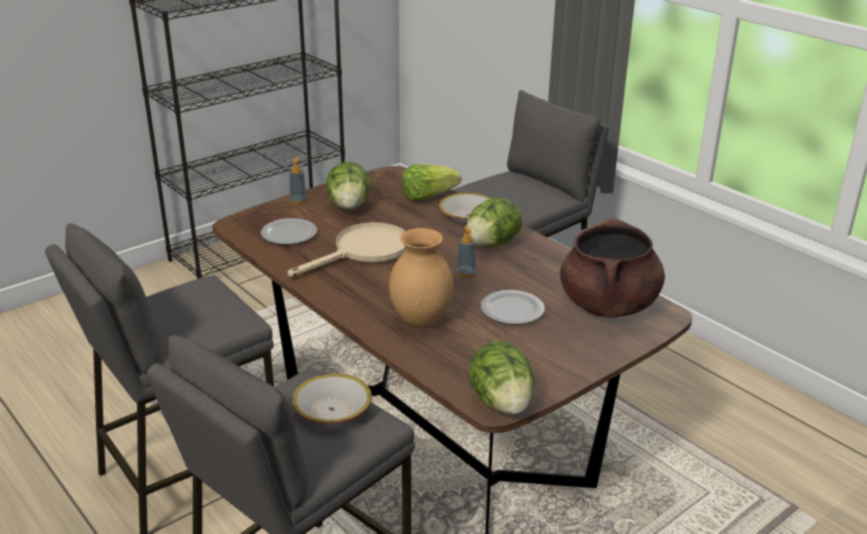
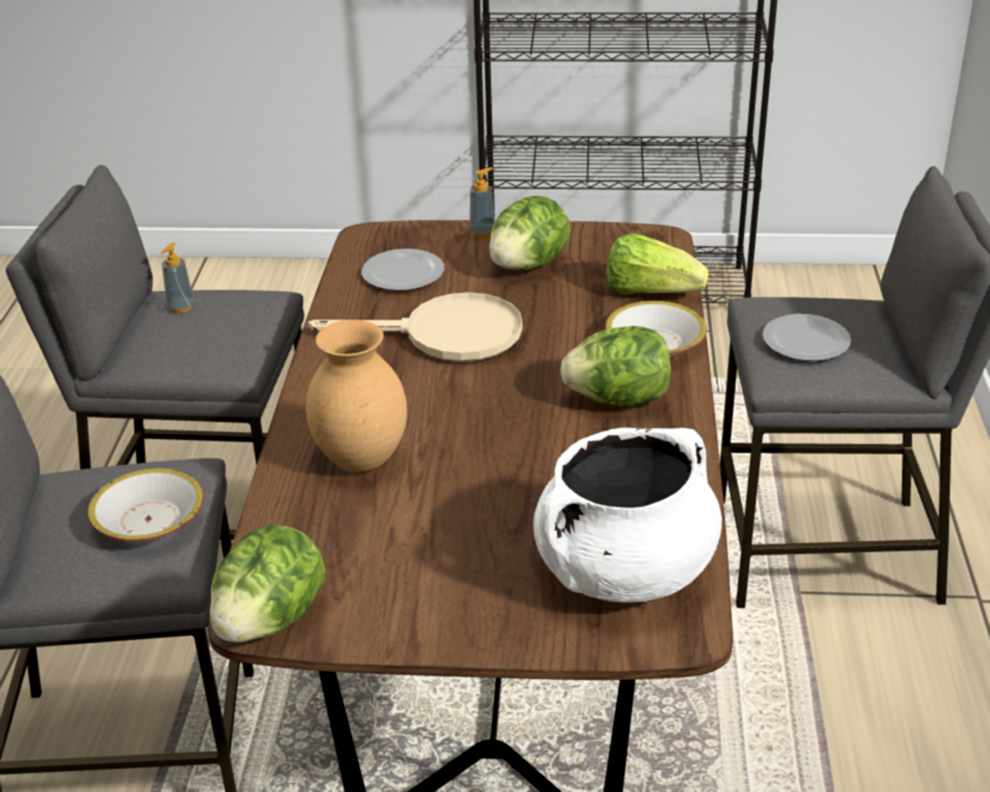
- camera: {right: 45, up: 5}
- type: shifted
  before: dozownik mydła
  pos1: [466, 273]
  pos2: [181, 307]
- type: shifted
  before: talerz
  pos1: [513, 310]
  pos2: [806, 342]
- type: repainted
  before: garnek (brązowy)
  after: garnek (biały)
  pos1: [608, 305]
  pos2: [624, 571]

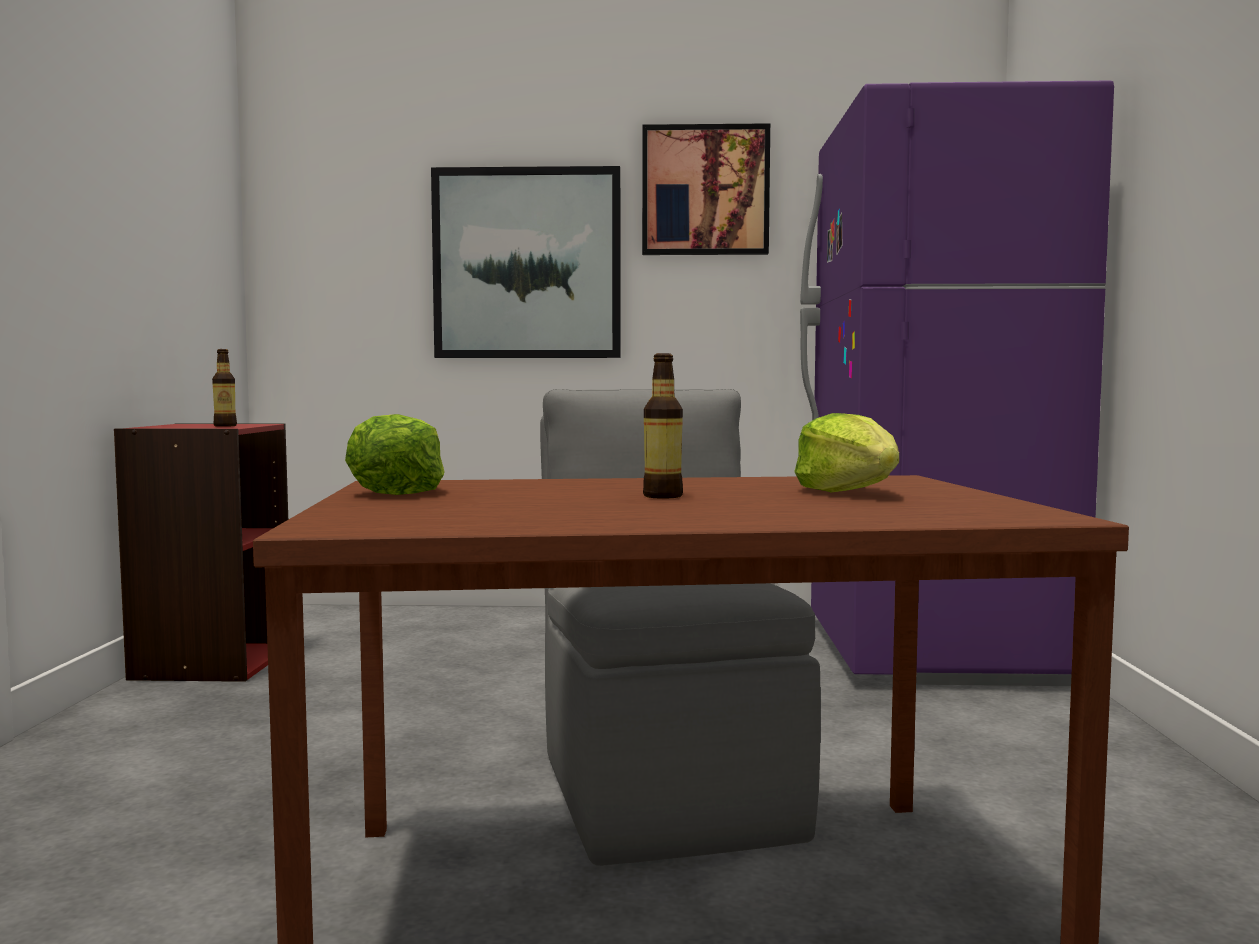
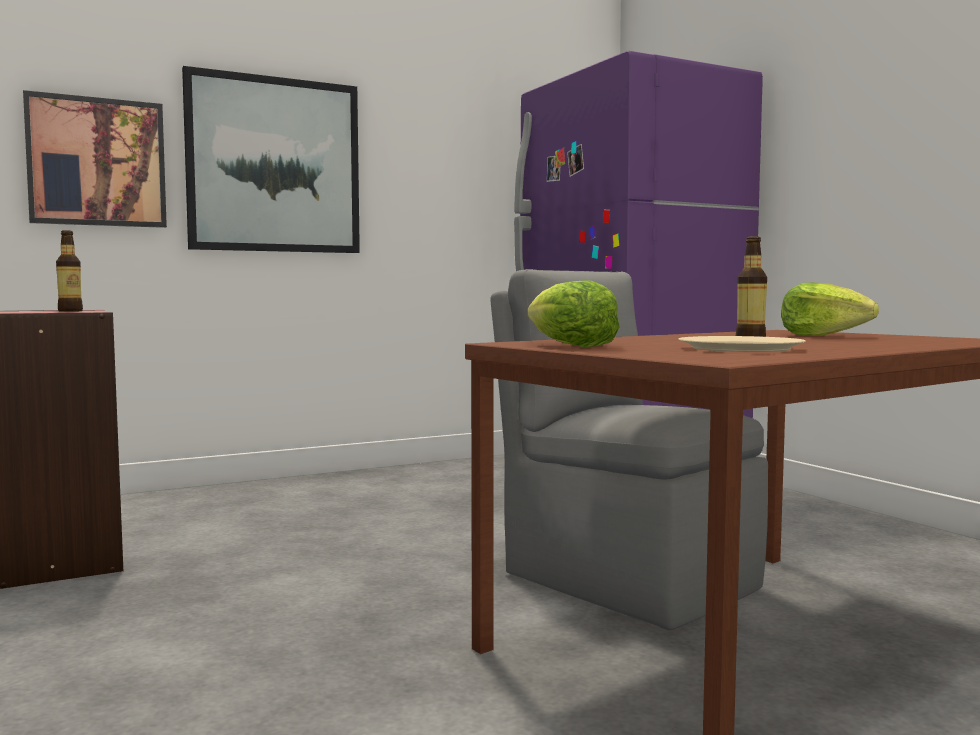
- camera: {right: -30, up: 0}
- type: shifted
  before: obraz
  pos1: [705, 191]
  pos2: [97, 162]
- type: new
  after: talerz (beżowy)
  pos2: [740, 348]

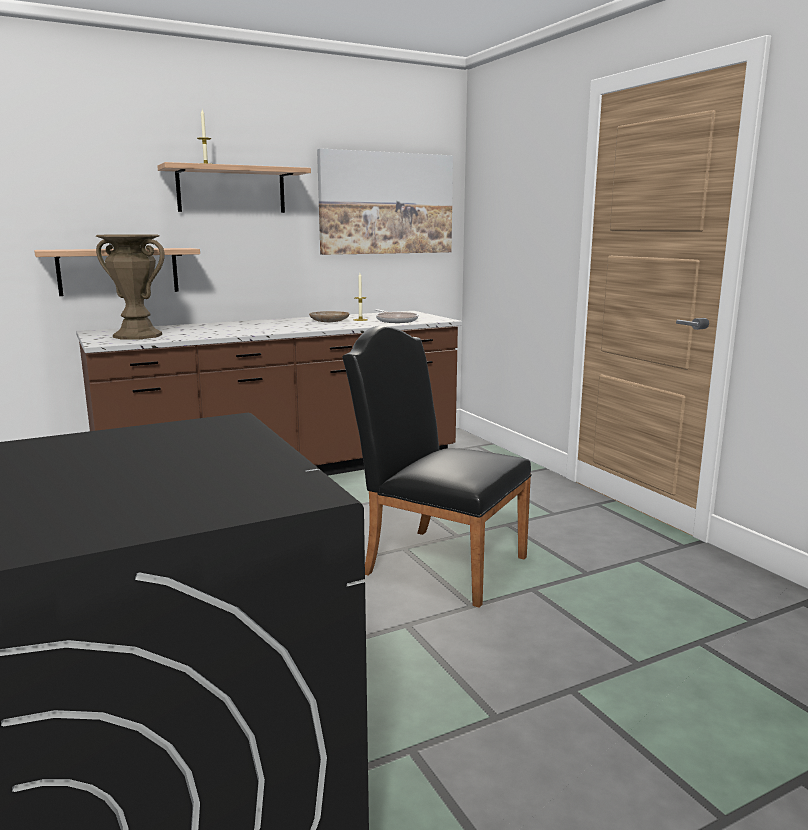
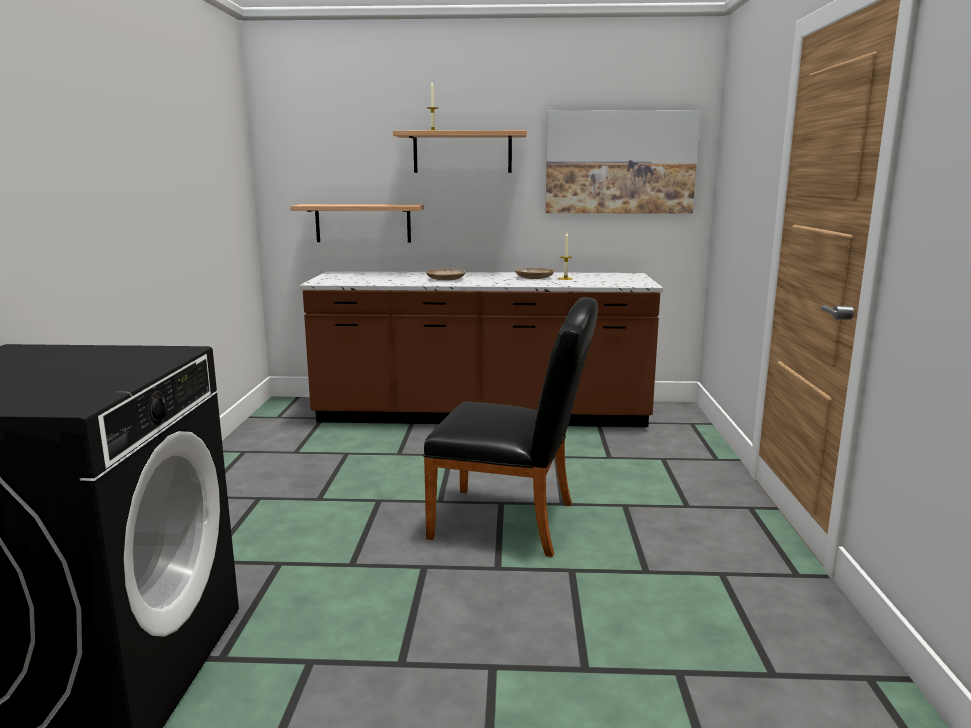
- camera: {right: 30, up: 0}
- type: gone
  before: wazon (brązowy)
  pos1: [138, 336]
- type: rotated
  before: krzesło (czarny)
  pos1: [436, 562]
  pos2: [513, 522]
  turn: 135
- type: gone
  before: patelnia
  pos1: [395, 320]
- type: new
  after: talerz (beżowy)
  pos2: [446, 279]

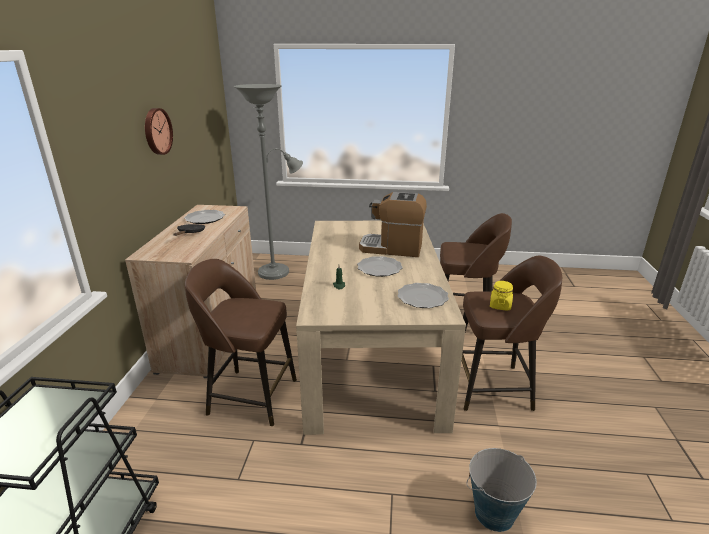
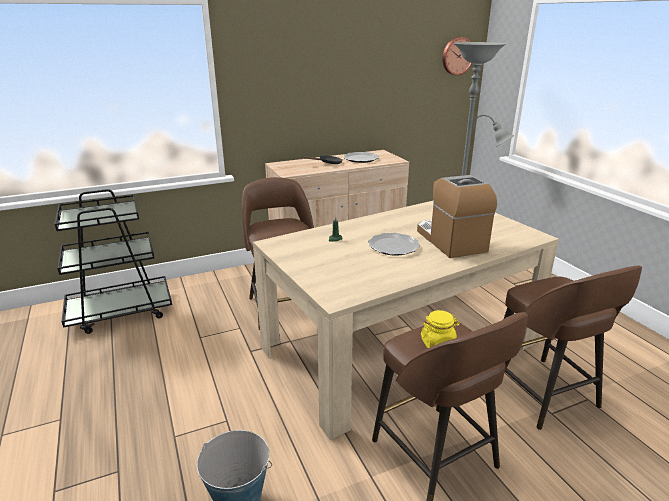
- camera: {right: 60, up: 0}
- type: shifted
  before: zegar ścienny
  pos1: [156, 131]
  pos2: [457, 56]
- type: gone
  before: talerz
  pos1: [422, 298]

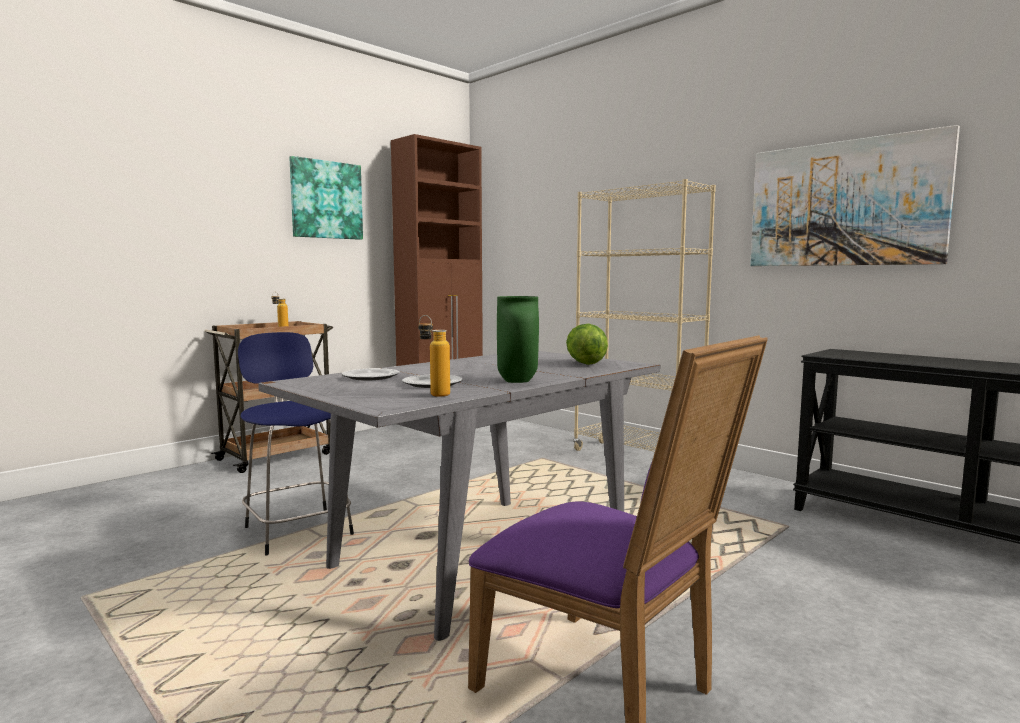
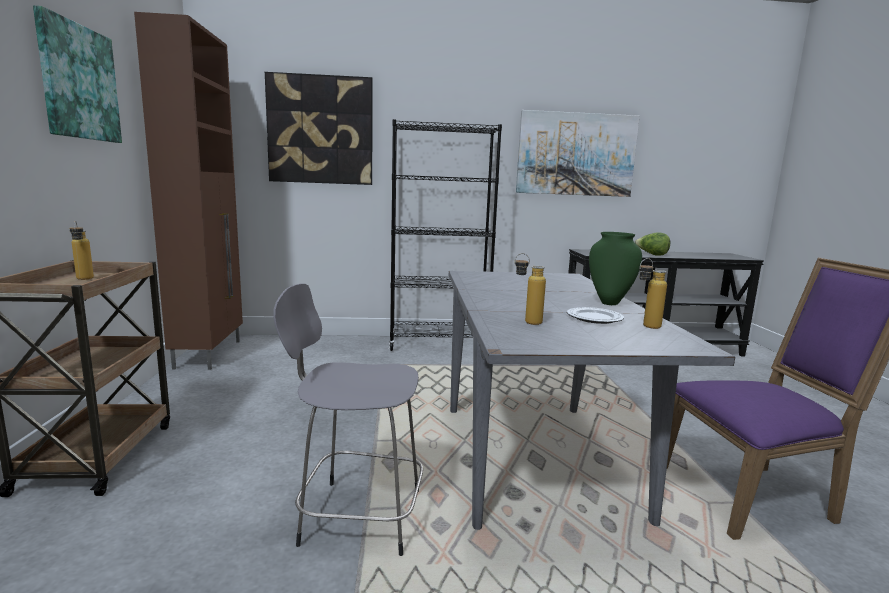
- camera: {right: -50, up: 5}
- type: repainted
  before: stołek (niebieski)
  after: stołek (szary)
  pos1: [297, 529]
  pos2: [357, 516]
- type: swapped
  before: talerz
  after: butelka
  pos1: [370, 377]
  pos2: [526, 322]
- type: shifted
  before: sałata
  pos1: [585, 363]
  pos2: [652, 255]
- type: repainted
  before: regał (beżowy)
  after: regał (czarny)
  pos1: [636, 458]
  pos2: [438, 345]
- type: new
  after: obraz
  pos2: [320, 130]

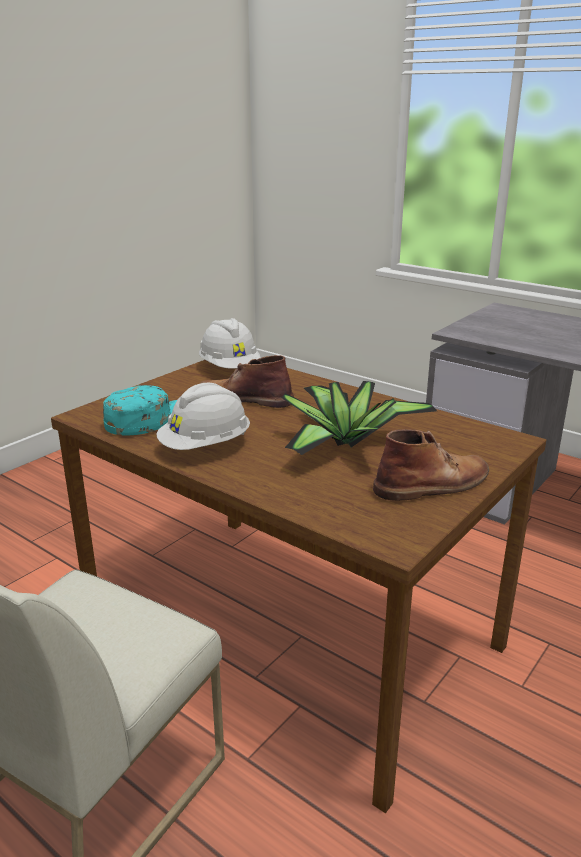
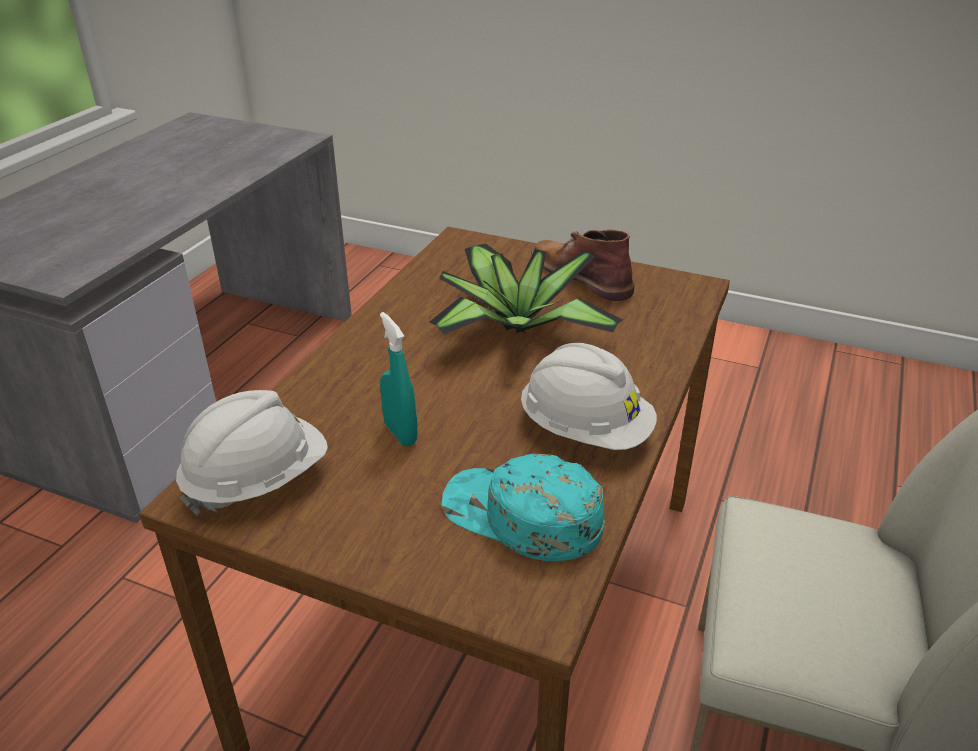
- camera: {right: -105, up: 10}
- type: swapped
  before: but z cholewką (brązowy)
  after: spryskiwacz (turkusowy)
  pos1: [244, 398]
  pos2: [400, 433]

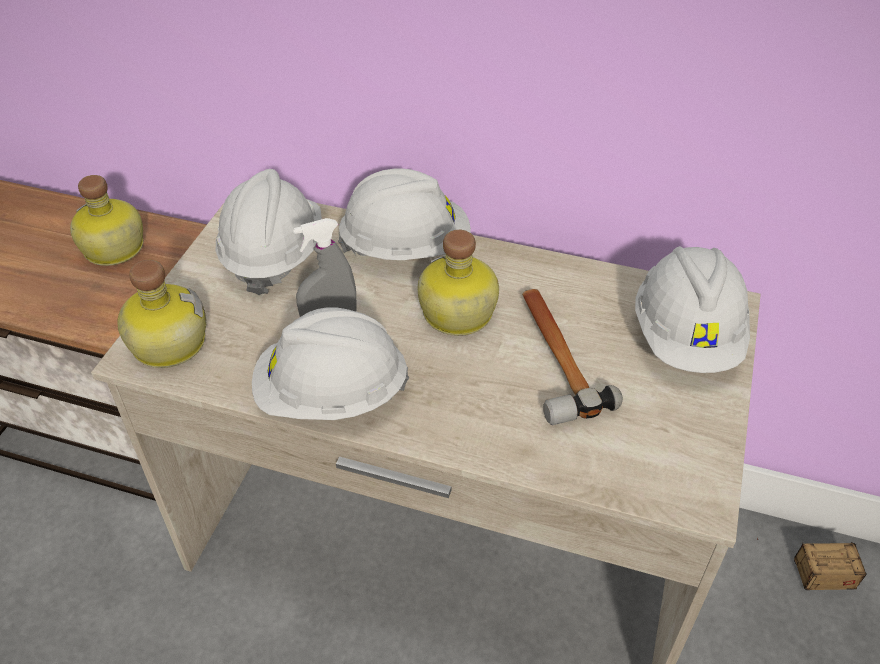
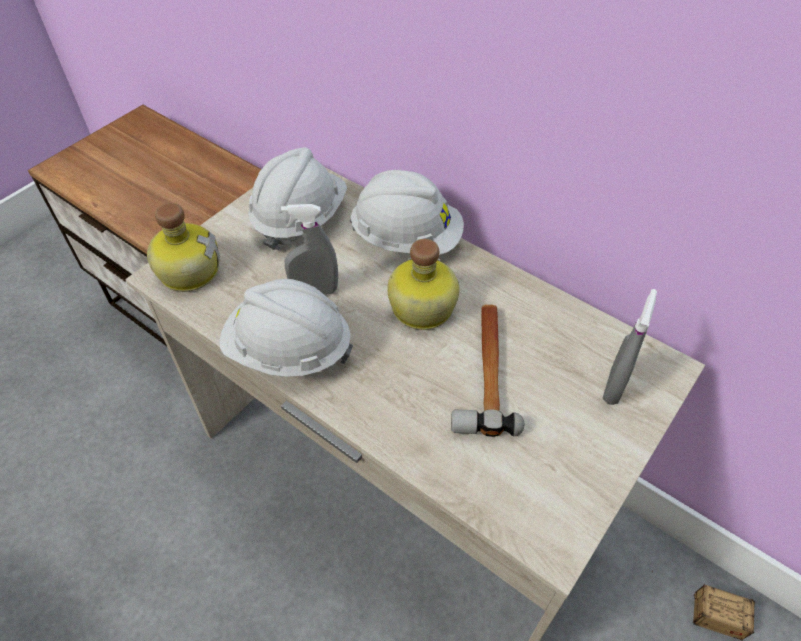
- camera: {right: 20, up: 5}
- type: gone
  before: butelka
  pos1: [113, 249]
- type: swapped
  before: kask (biały)
  after: spryskiwacz (szary)
  pos1: [686, 337]
  pos2: [613, 387]

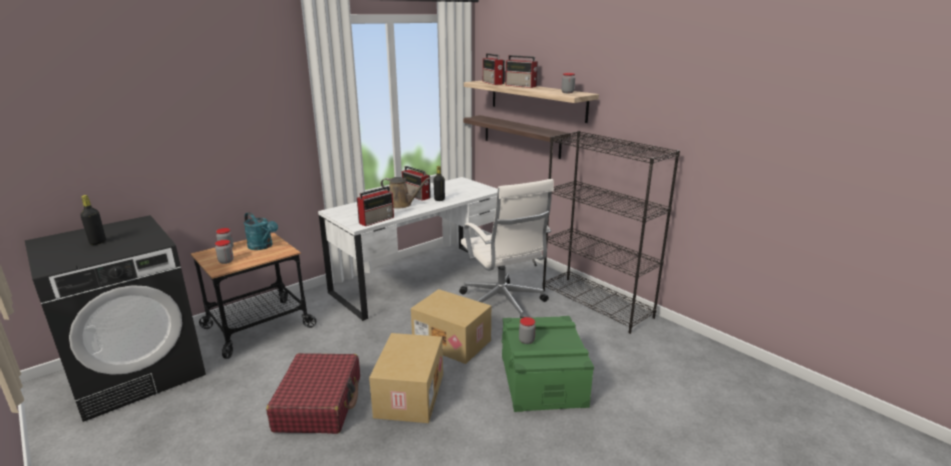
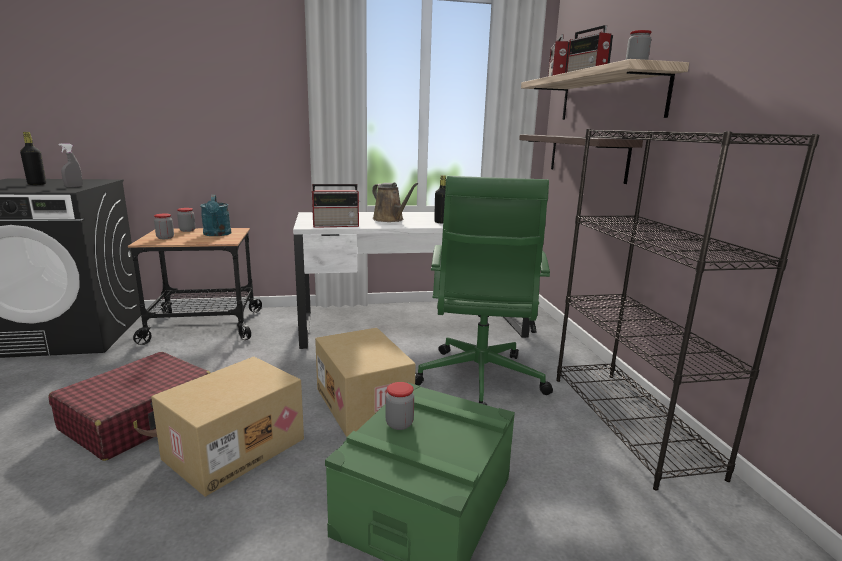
- camera: {right: 30, up: -5}
- type: gone
  before: radio
  pos1: [417, 196]
- type: repainted
  before: krzesło biurowe (biały)
  after: krzesło biurowe (zielony)
  pos1: [502, 305]
  pos2: [479, 381]
- type: new
  after: spryskiwacz (szary)
  pos2: [74, 187]

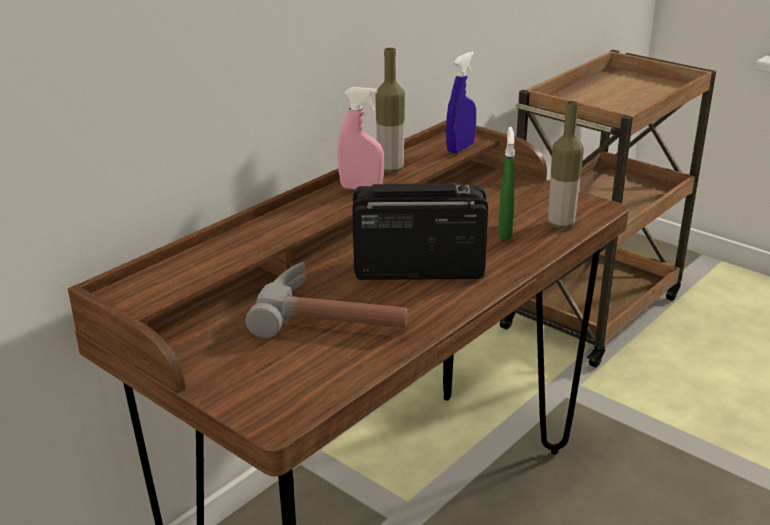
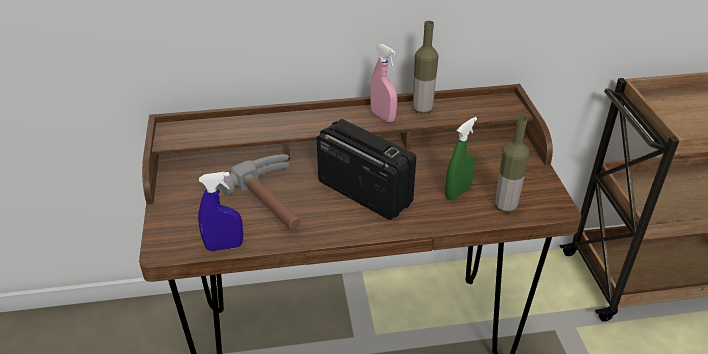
- camera: {right: 40, up: 10}
- type: shifted
  before: spryskiwacz (niebieski)
  pos1: [460, 148]
  pos2: [224, 246]

